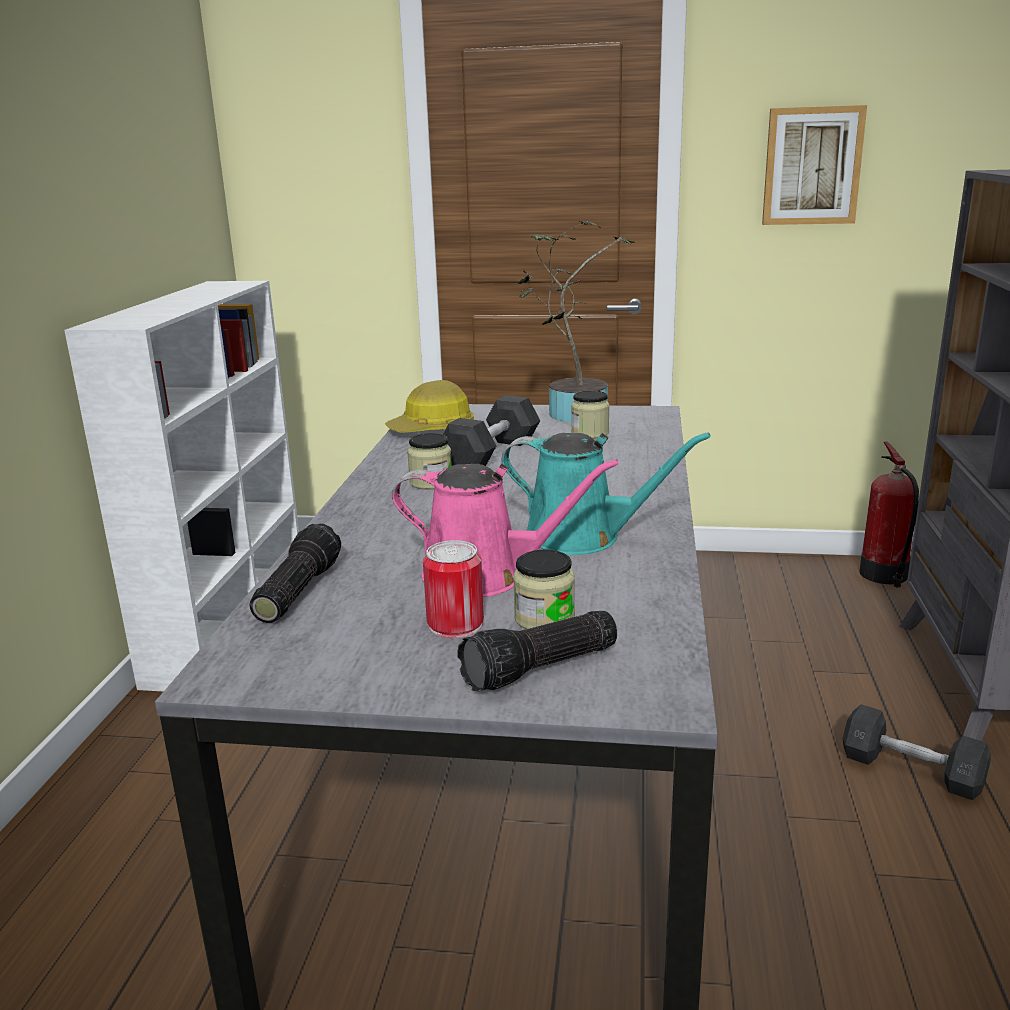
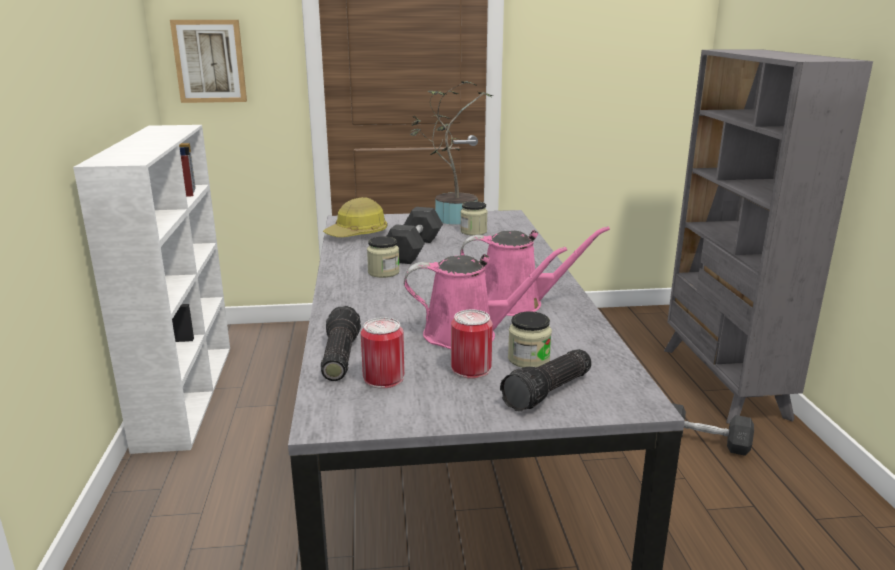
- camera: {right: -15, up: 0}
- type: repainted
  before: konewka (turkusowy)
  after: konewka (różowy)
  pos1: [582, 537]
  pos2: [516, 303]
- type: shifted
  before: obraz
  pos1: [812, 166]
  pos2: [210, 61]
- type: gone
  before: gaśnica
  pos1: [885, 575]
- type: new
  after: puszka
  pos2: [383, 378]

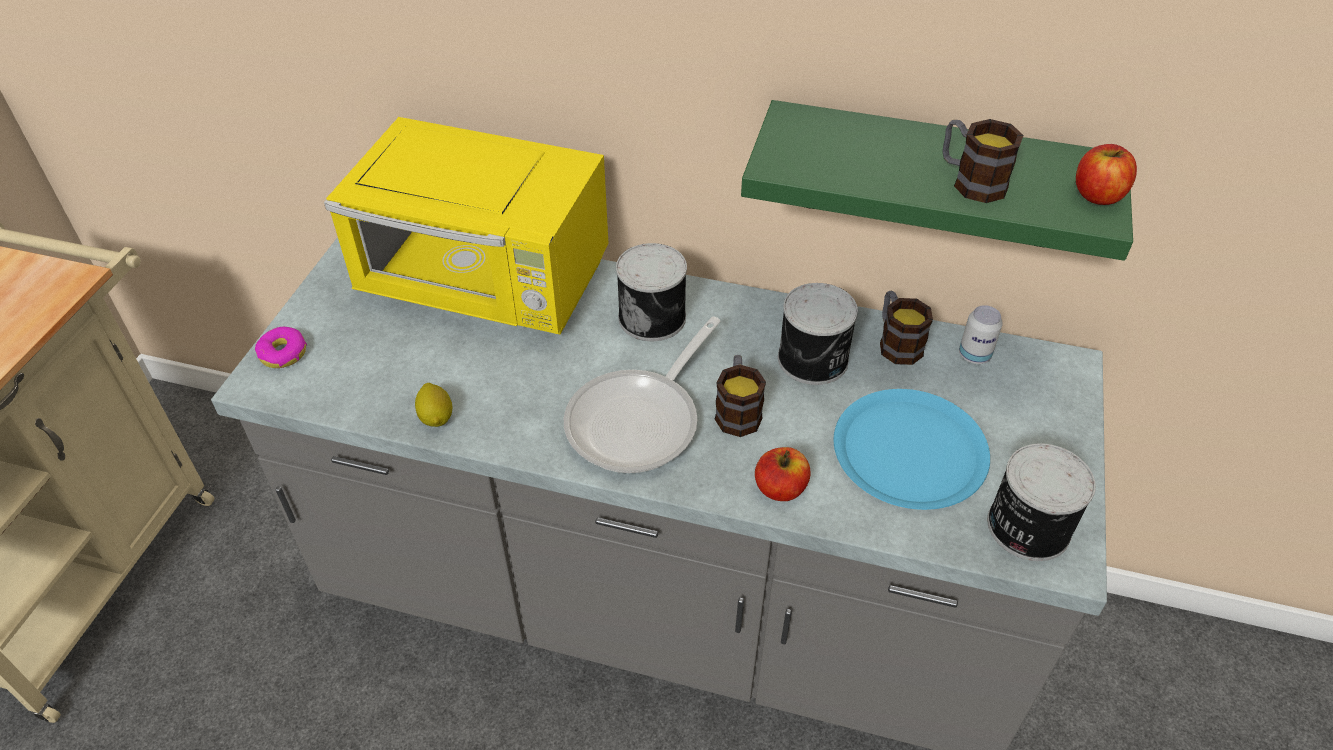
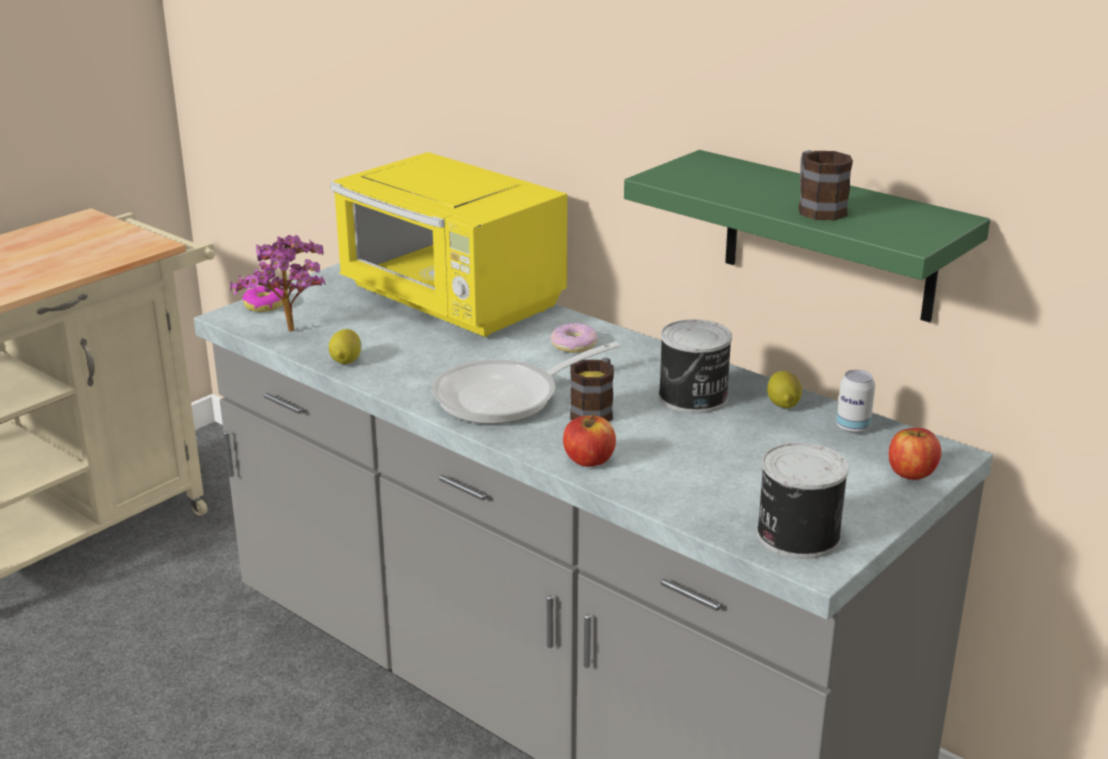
- camera: {right: 25, up: -20}
- type: swapped
  before: puszka
  after: donut
  pos1: [653, 316]
  pos2: [574, 345]
- type: gone
  before: talerz (niebieski)
  pos1: [909, 450]
- type: swapped
  before: kubek
  after: cytryna
  pos1: [896, 342]
  pos2: [783, 404]
- type: shifted
  before: jabłko
  pos1: [1097, 195]
  pos2: [911, 473]
- type: new
  after: roślina doniczkowa
  pos2: [291, 333]

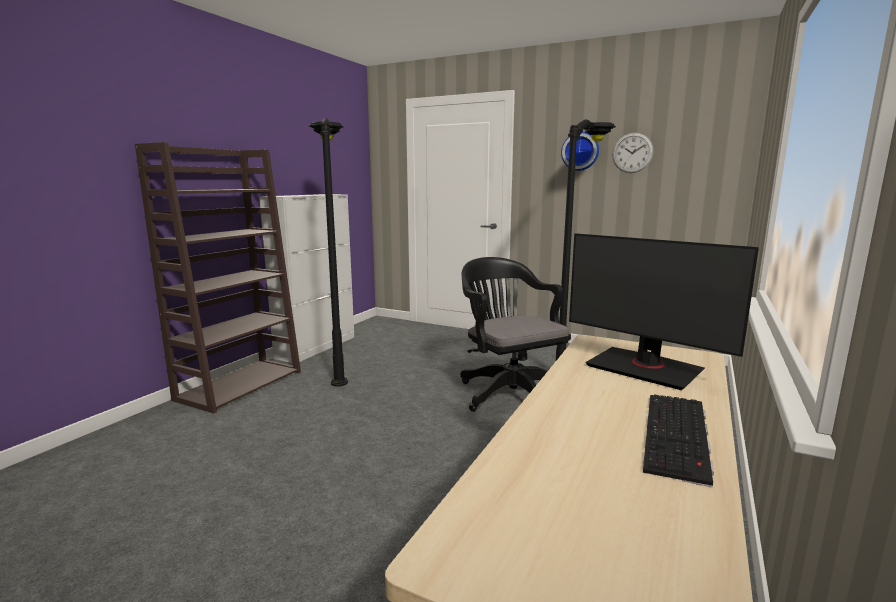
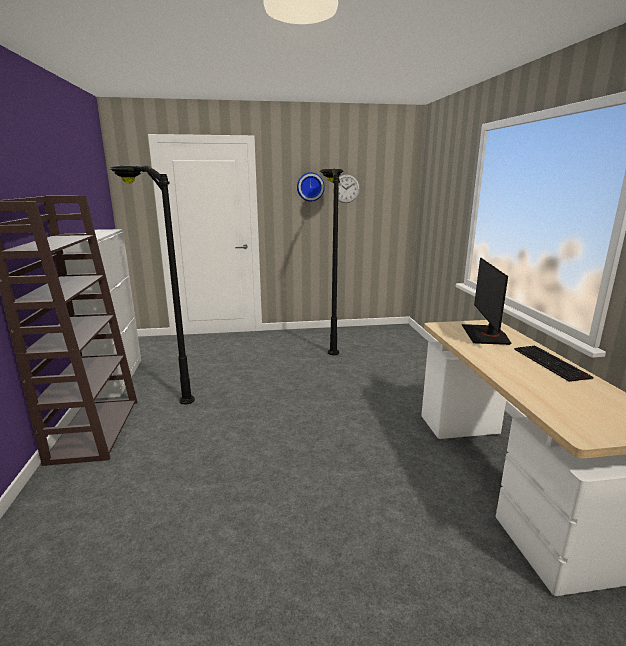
- camera: {right: -35, up: 5}
- type: gone
  before: krzesło biurowe (czarny)
  pos1: [509, 393]
- type: rotated
  before: monitor
  pos1: [645, 368]
  pos2: [485, 335]
  turn: 90

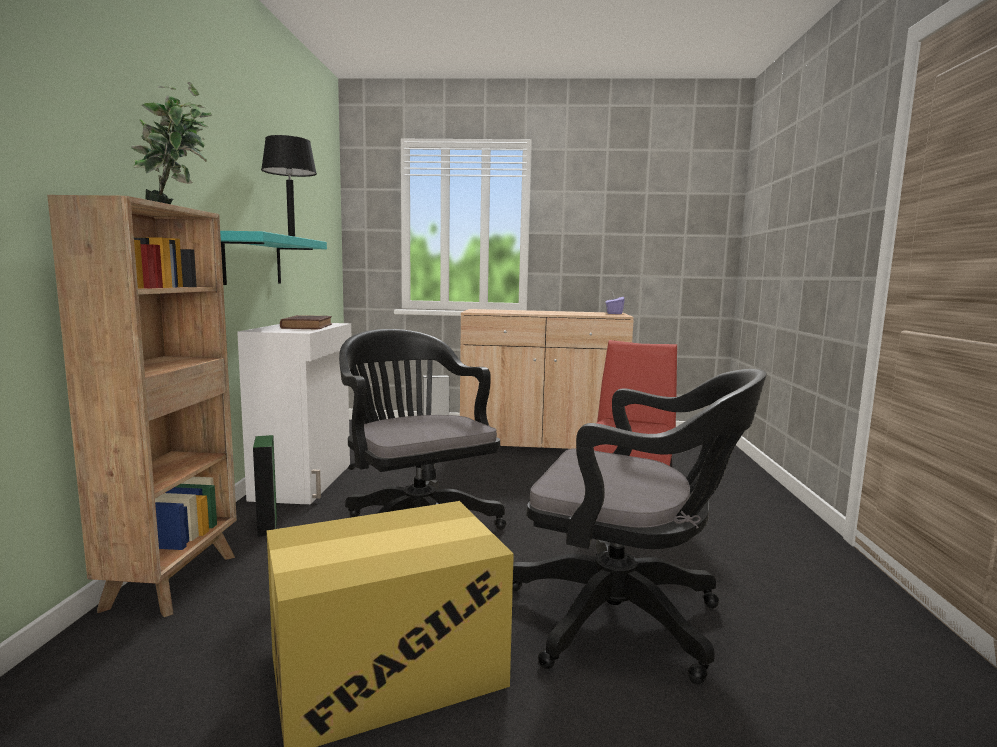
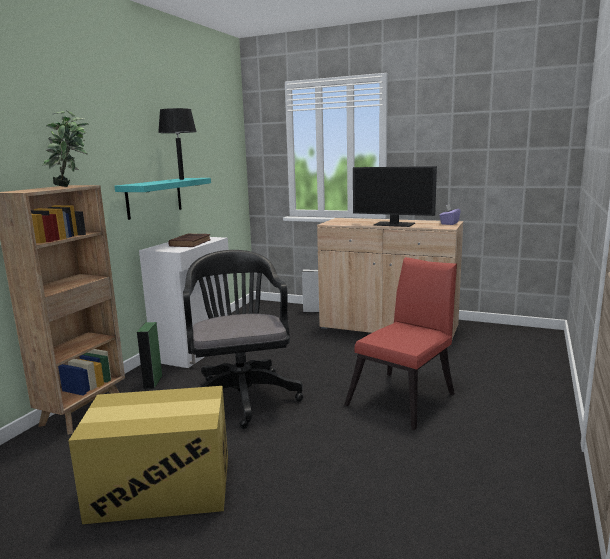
- camera: {right: 20, up: 5}
- type: gone
  before: krzesło biurowe (czarny)
  pos1: [626, 619]
- type: new
  after: monitor
  pos2: [394, 224]

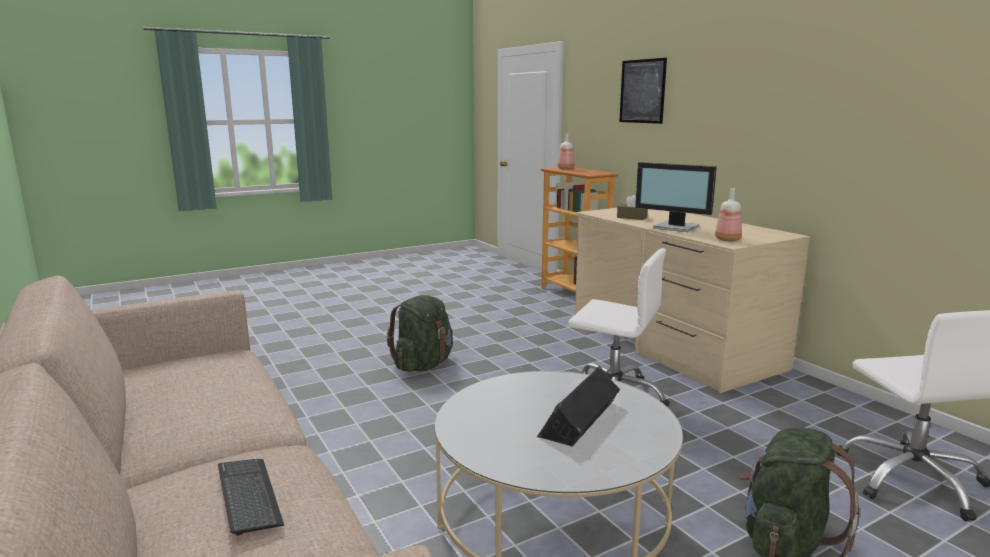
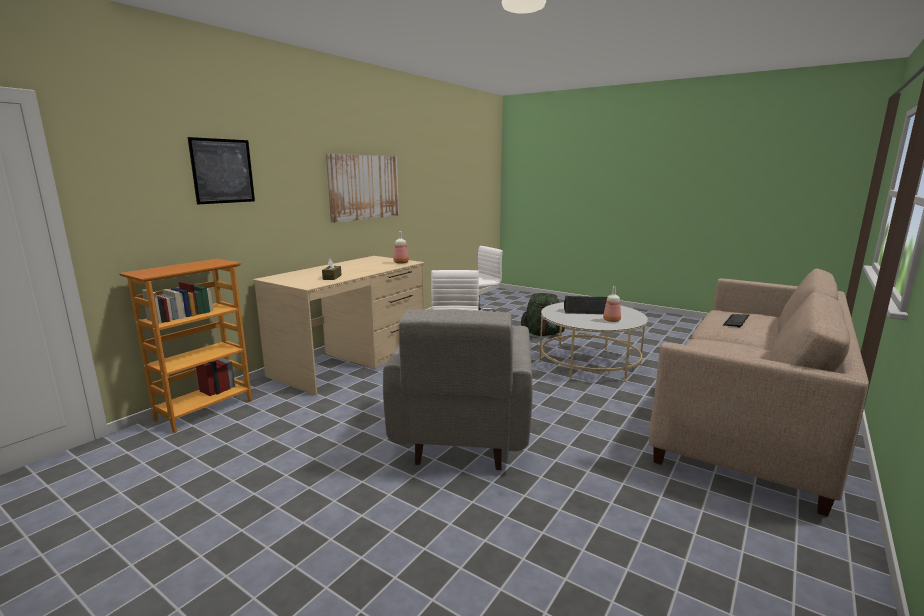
- camera: {right: -115, up: 0}
- type: swapped
  before: plecak (zielony)
  after: fotel (szary)
  pos1: [423, 365]
  pos2: [462, 437]
- type: shifted
  before: butelka
  pos1: [566, 169]
  pos2: [611, 320]
- type: gone
  before: monitor
  pos1: [676, 227]
- type: new
  after: obraz
  pos2: [364, 187]

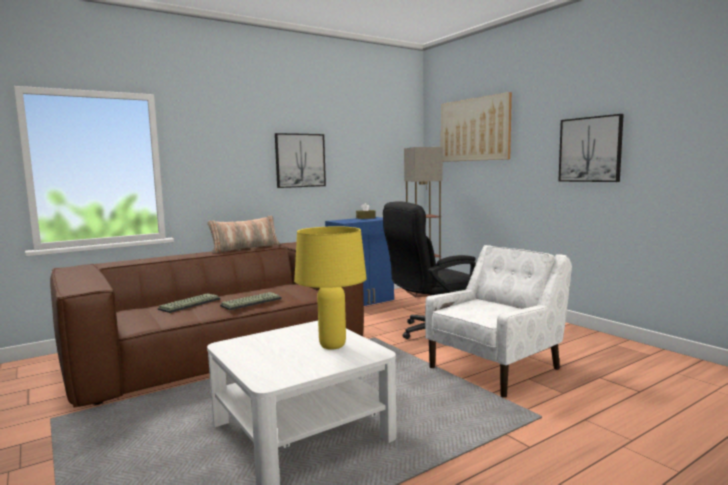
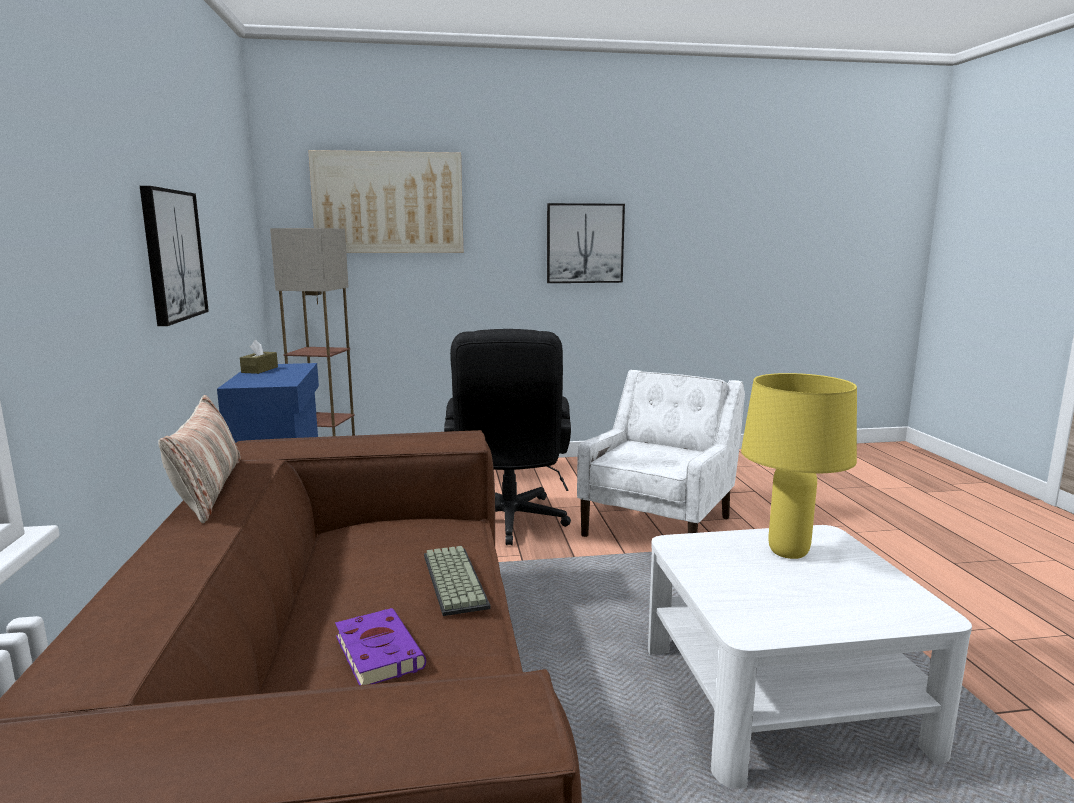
- camera: {right: -65, up: 5}
- type: swapped
  before: klawiatura
  after: książka (fioletowy)
  pos1: [190, 304]
  pos2: [377, 651]
- type: rotated
  before: fotel (biały)
  pos1: [495, 368]
  pos2: [659, 526]
  turn: 45

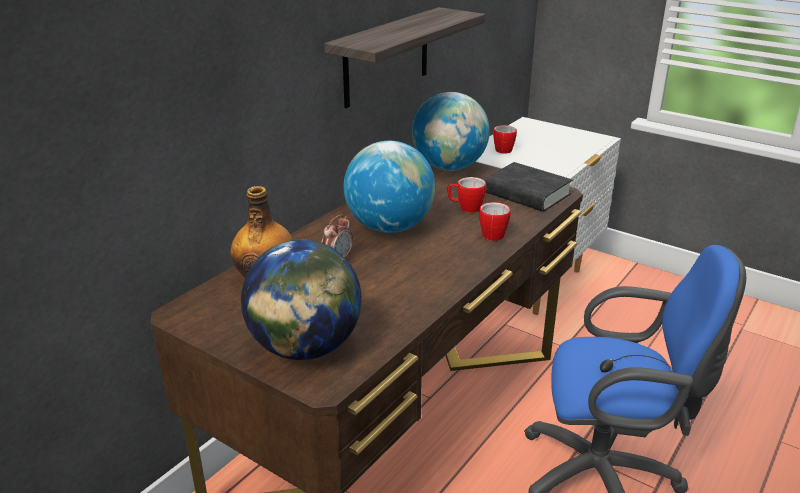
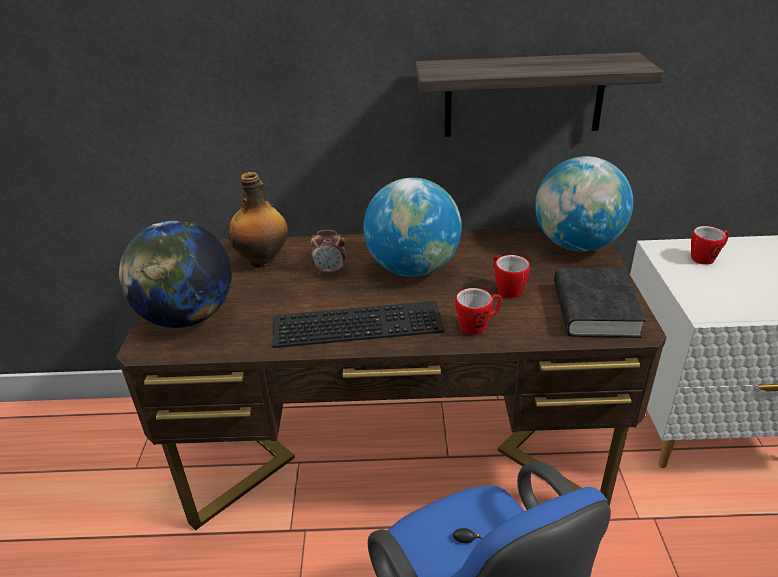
- camera: {right: 55, up: 5}
- type: new
  after: klawiatura
  pos2: [359, 322]

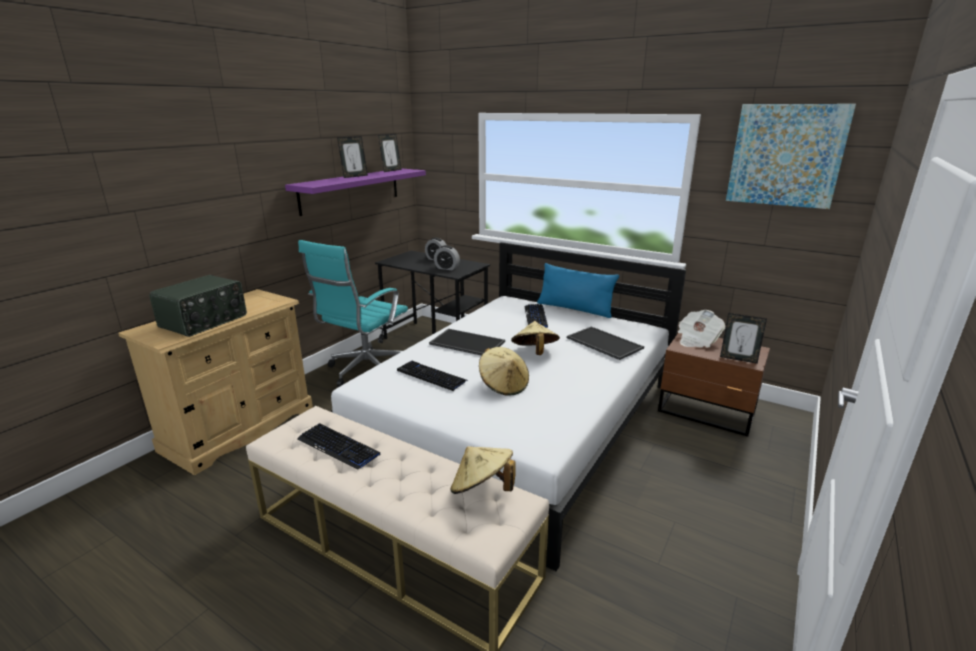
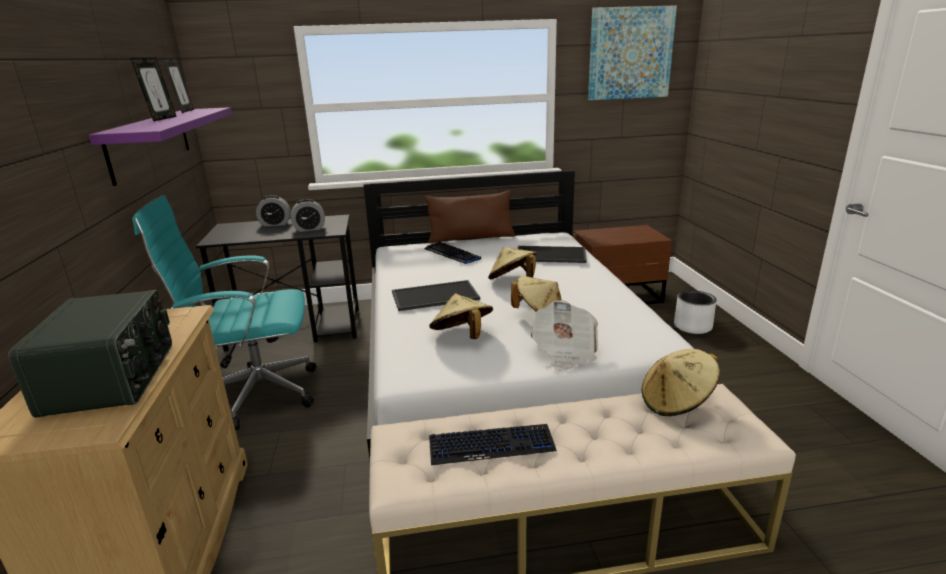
- camera: {right: -40, up: 0}
- type: rotated
  before: krzesło biurowe (turkusowy)
  pos1: [364, 371]
  pos2: [256, 395]
  turn: 90
- type: swapped
  before: klawiatura
  after: kapelusz (beżowy)
  pos1: [431, 376]
  pos2: [462, 336]
- type: repainted
  before: poduszka (niebieski)
  after: poduszka (brązowy)
  pos1: [574, 309]
  pos2: [471, 238]
- type: shifted
  before: gazeta
  pos1: [697, 340]
  pos2: [564, 352]
- type: gone
  before: ramka na zdjęcie
  pos1: [738, 359]
- type: new
  after: donica (biały)
  pos2: [693, 326]

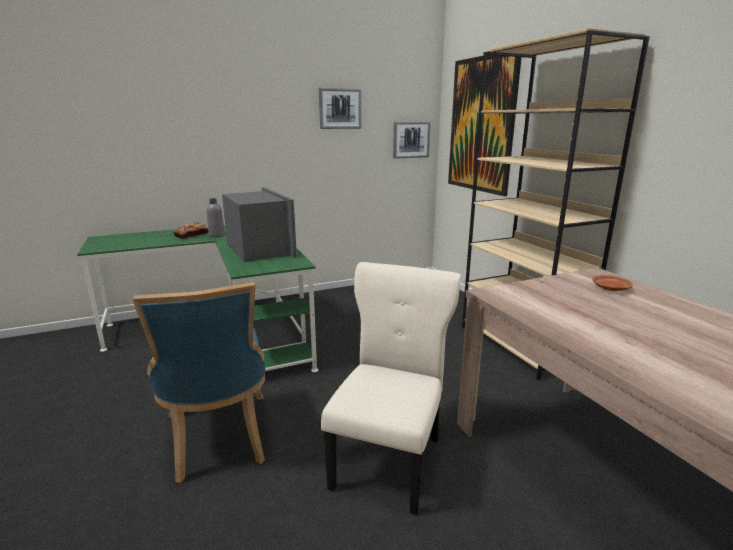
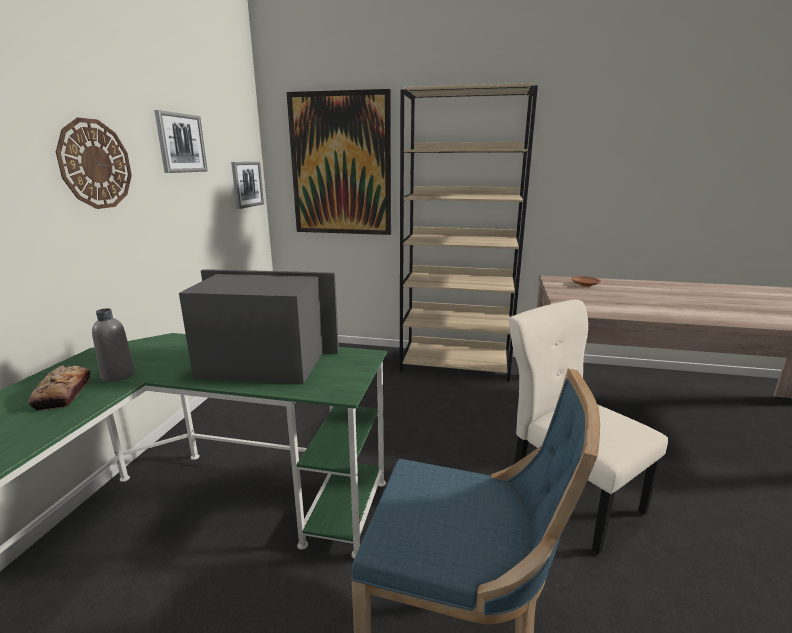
- camera: {right: -55, up: 0}
- type: new
  after: zegar ścienny
  pos2: [95, 164]

